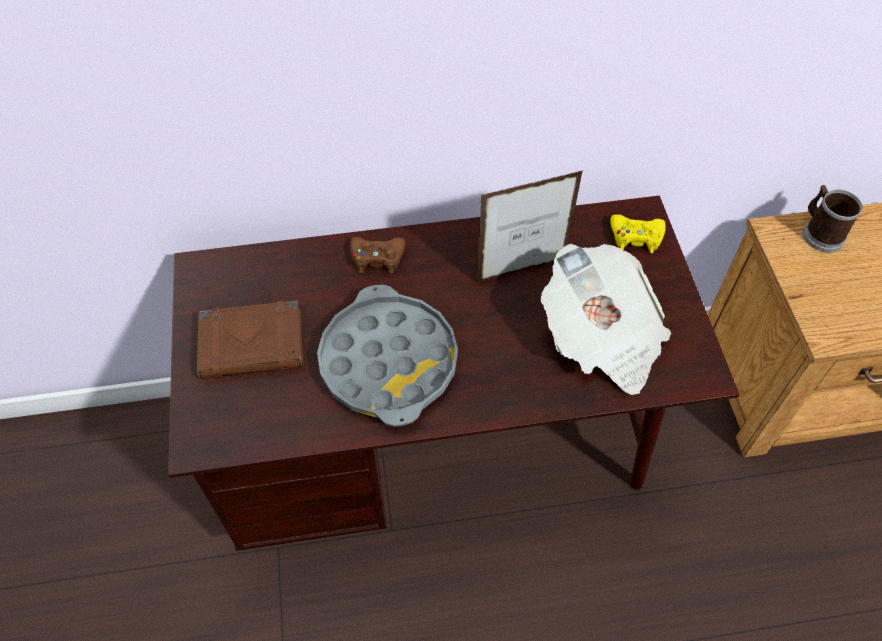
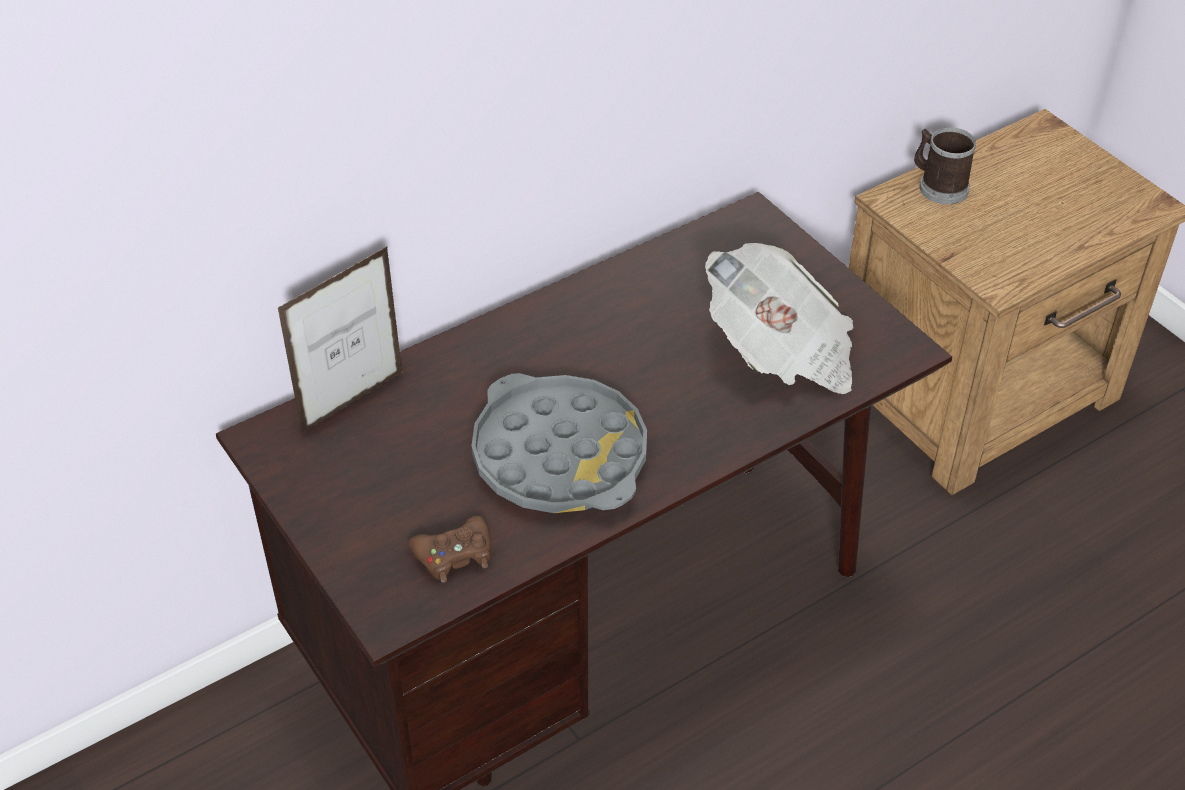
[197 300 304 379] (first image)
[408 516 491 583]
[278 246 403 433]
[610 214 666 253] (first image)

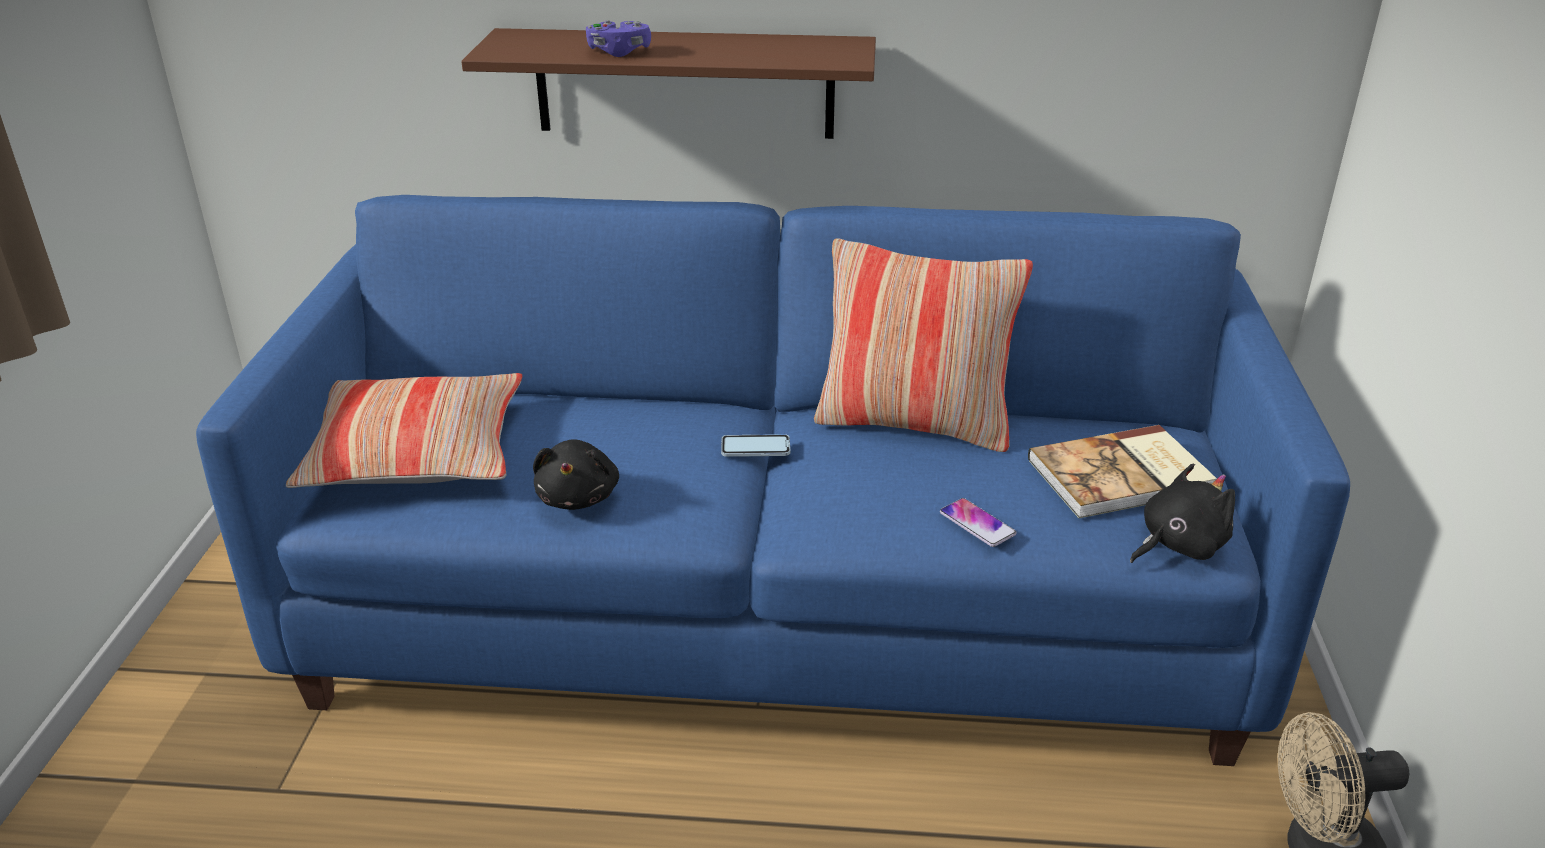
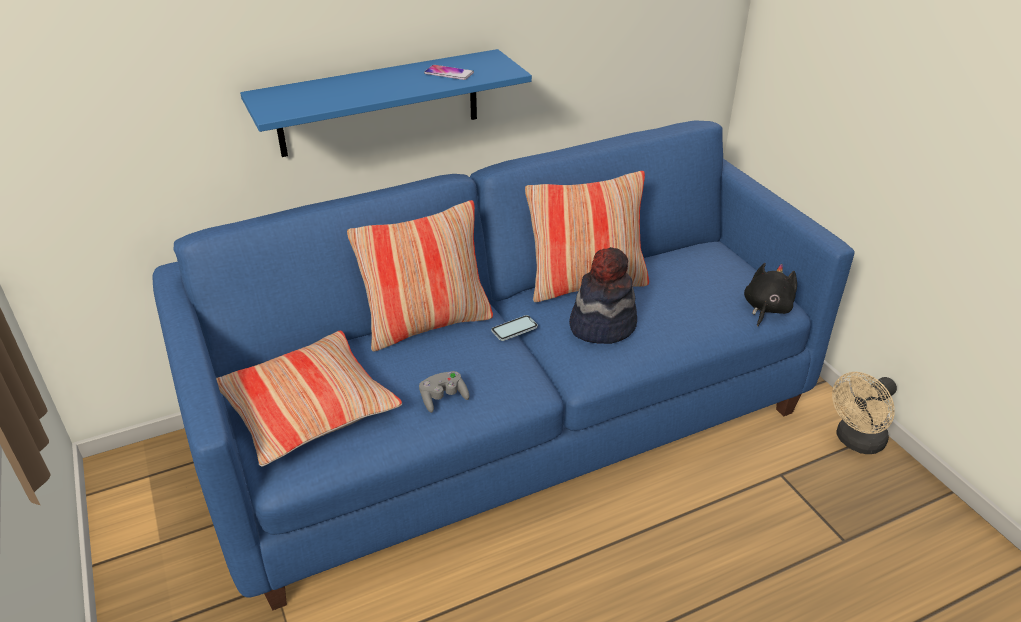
[240 49 532 157]
[419 371 470 413]
[586 20 651 57] (first image)
[424 65 474 80]
[1028 425 1217 518] (first image)
[347 200 493 352]
[569 247 637 344]

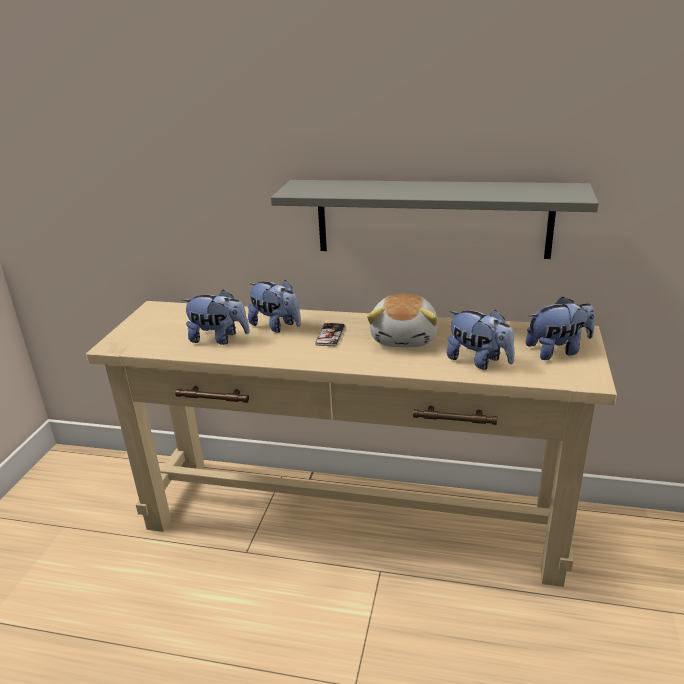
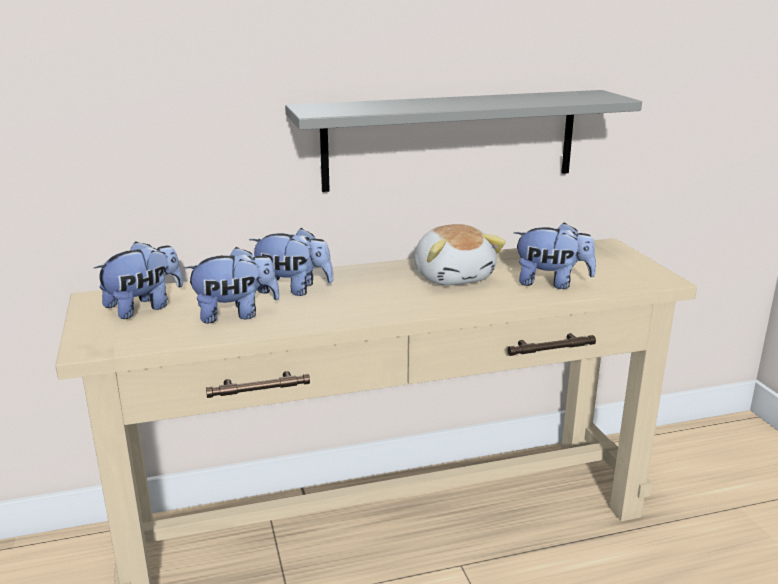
[315 323 345 346] (first image)
[94 242 183 319]

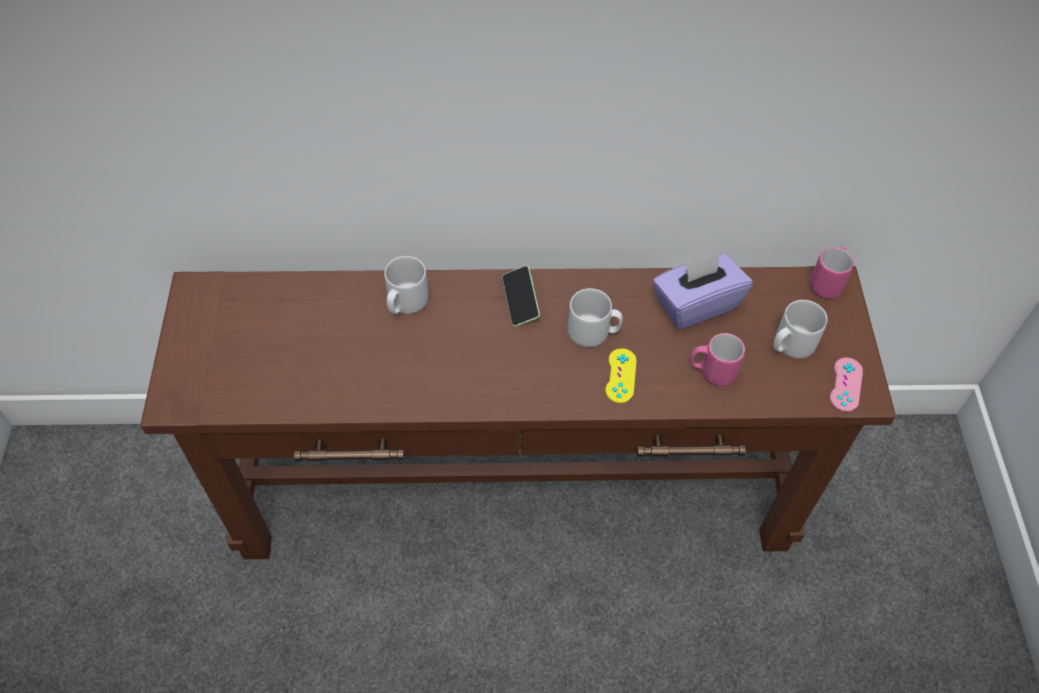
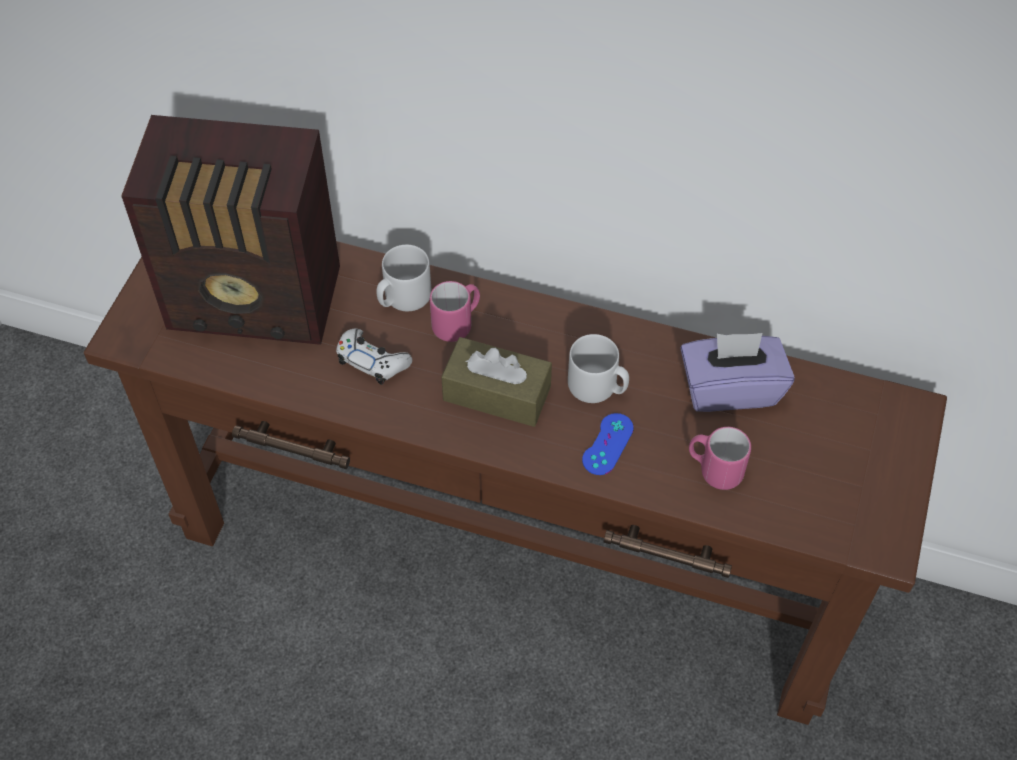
[502 266 540 327] (first image)
[582 413 634 475]
[773 300 828 359] (first image)
[430 281 480 342]
[830 358 863 412] (first image)
[121 115 340 345]
[336 328 412 385]
[441 337 552 427]

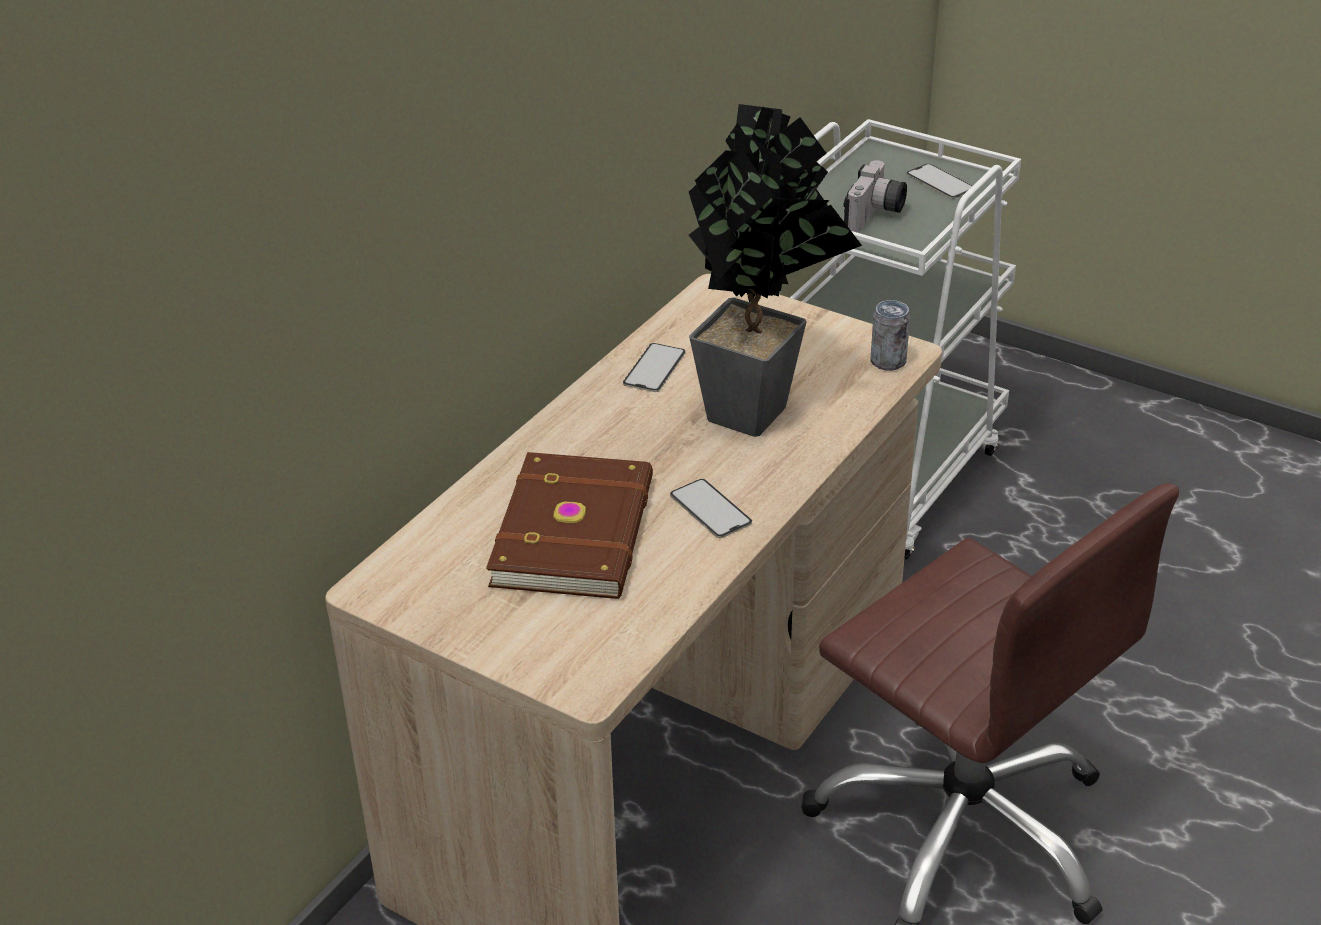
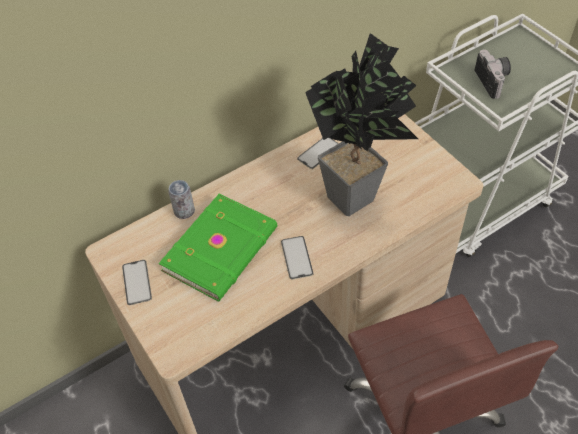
[159 194 277 302]
[474 50 511 99]
[168 180 195 219]
[122 260 152 305]

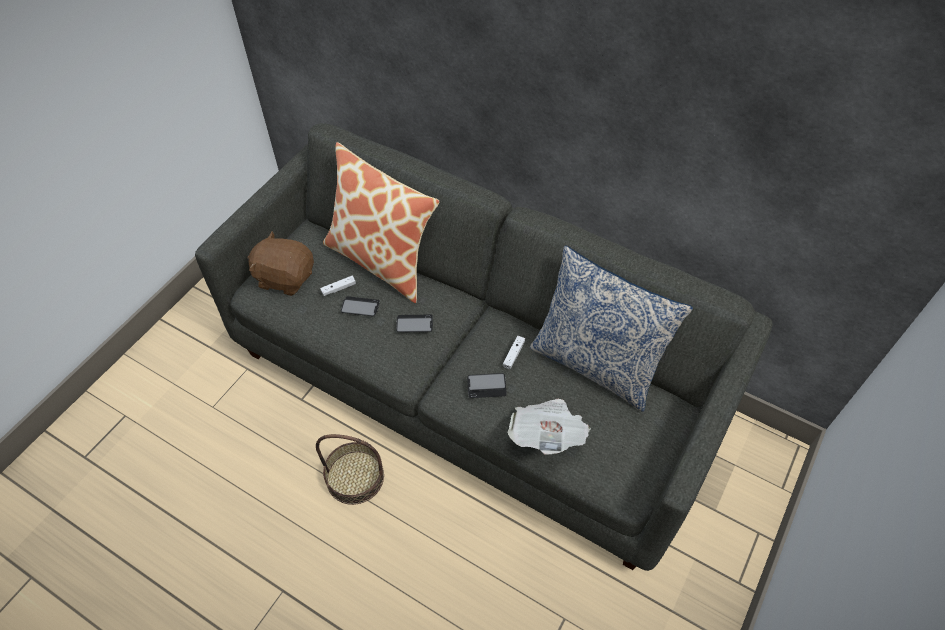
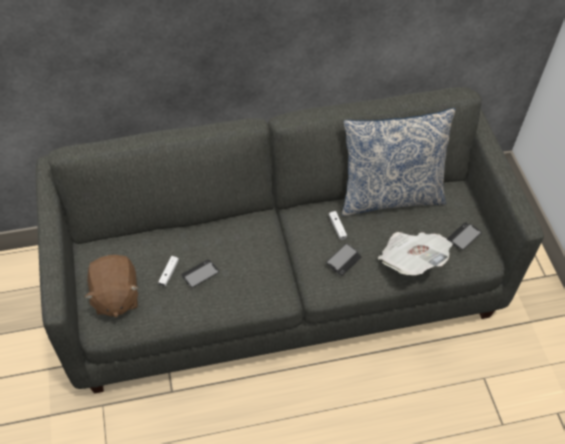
[85 255 139 318]
[316 434 384 505] (first image)
[323 142 439 303] (first image)
[447 222 482 250]

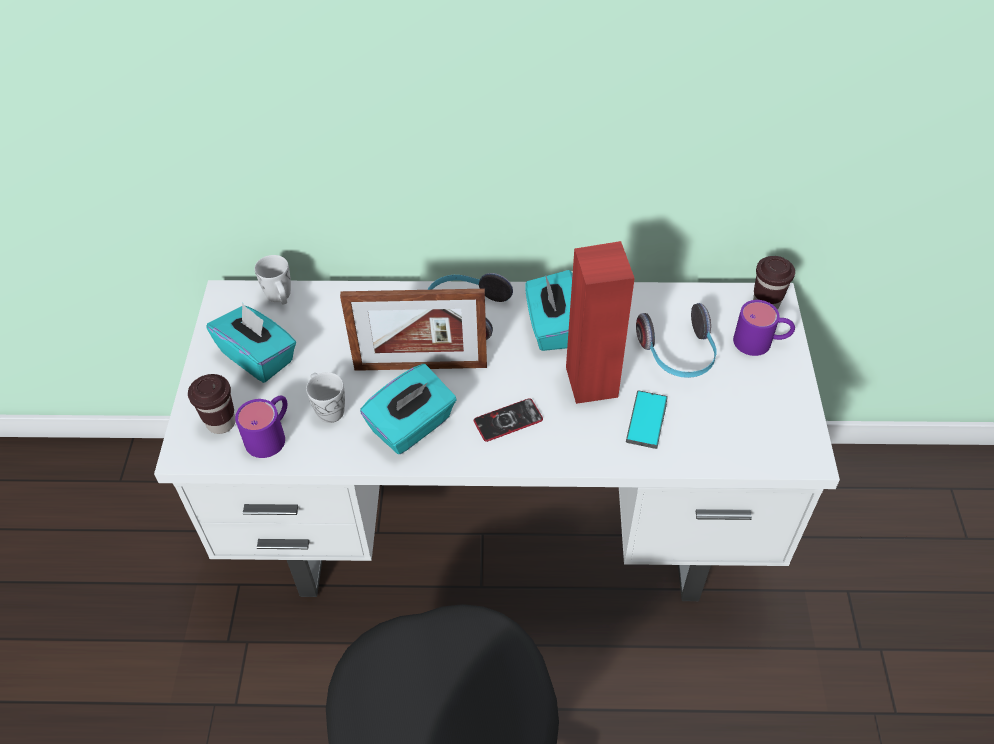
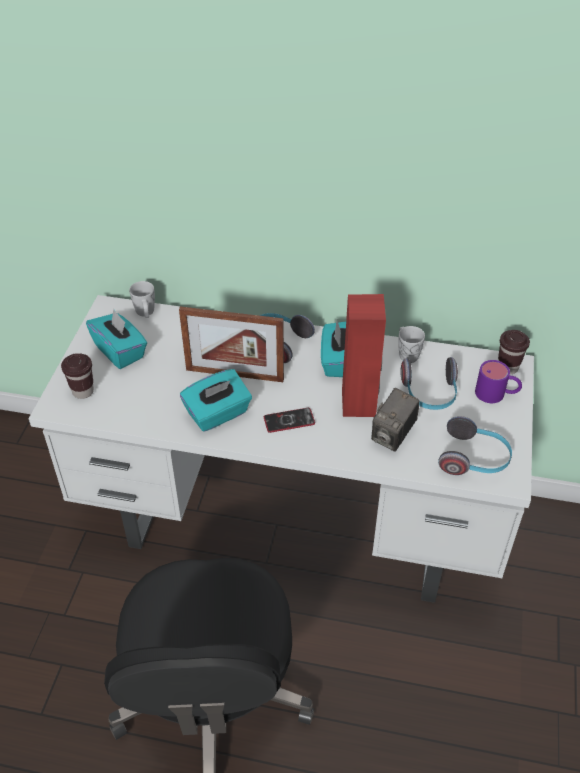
[235 395 288 458] (first image)
[398 326 425 363]
[371 388 420 452]
[438 416 512 475]

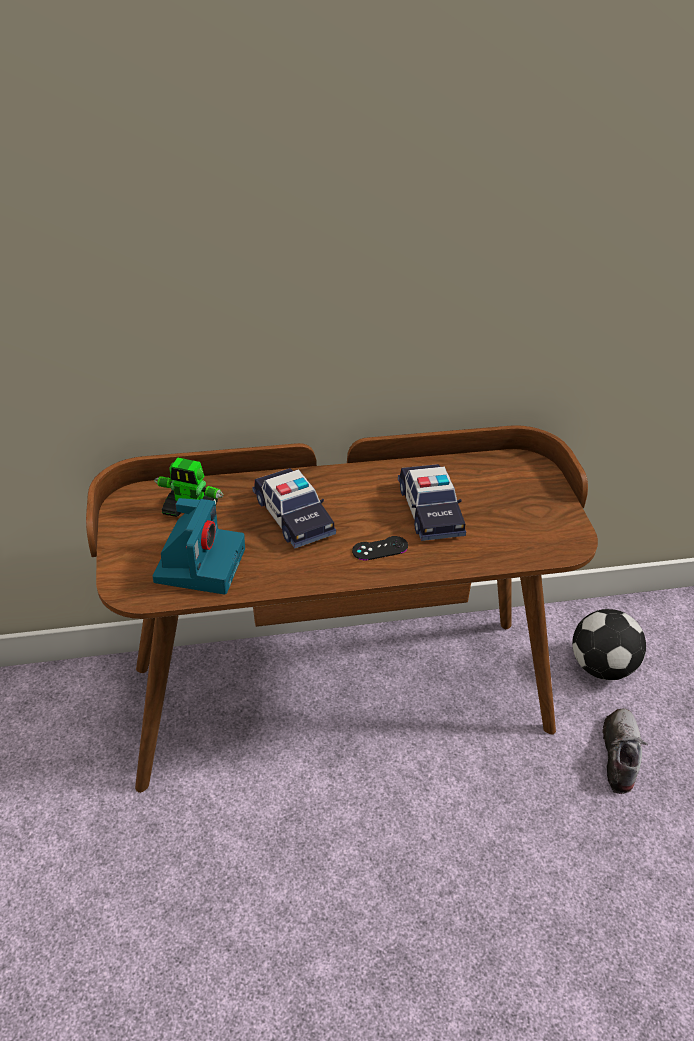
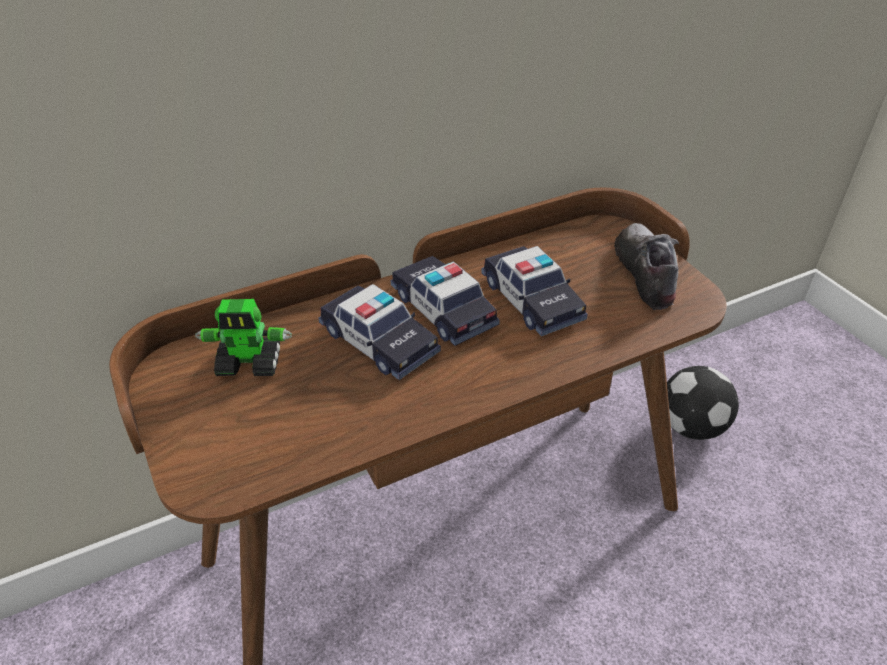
[152 498 245 595] (first image)
[352 536 408 561] (first image)
[614 223 679 310]
[390 256 500 346]

